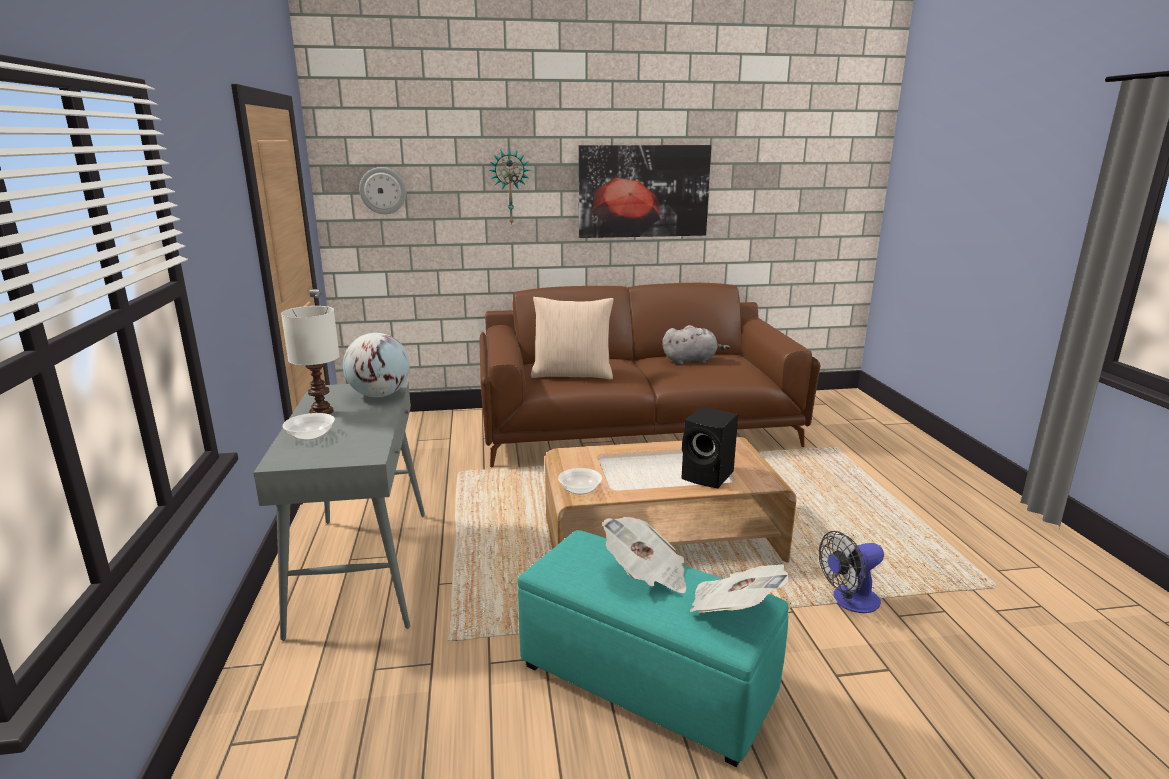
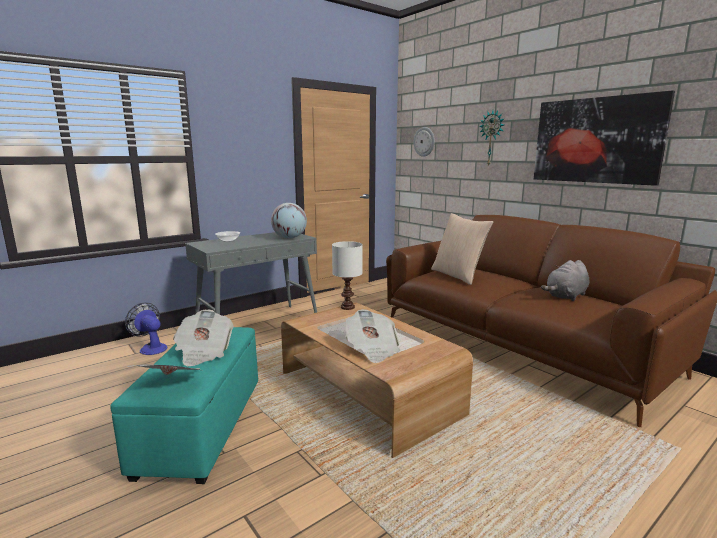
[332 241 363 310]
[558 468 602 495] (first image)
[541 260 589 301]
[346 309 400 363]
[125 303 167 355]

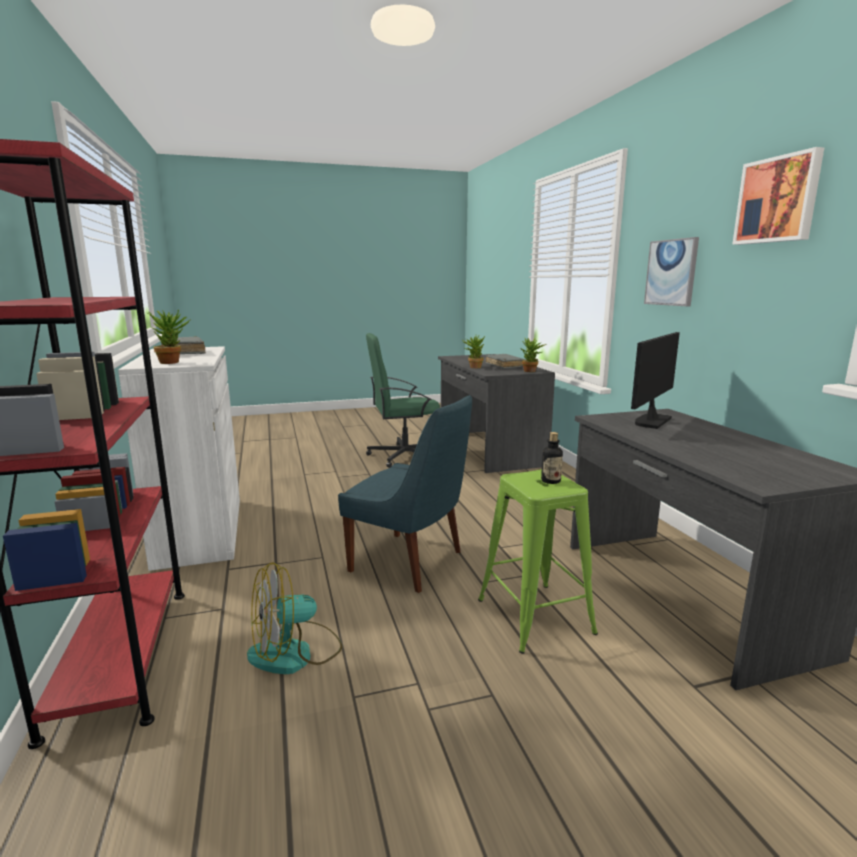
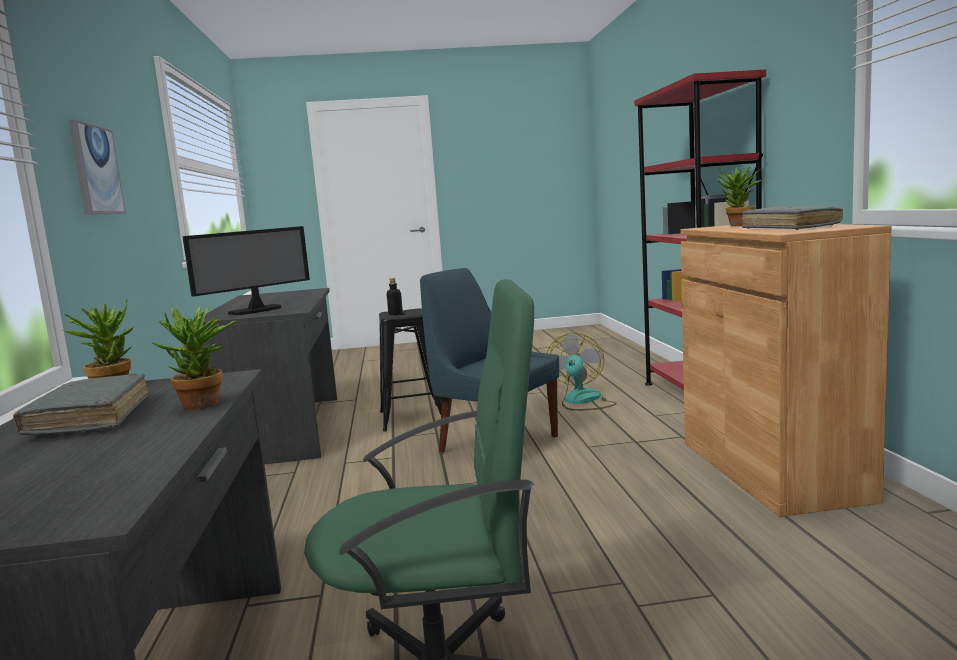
[680 224 891 517]
[547 333 617 411]
[379 308 442 432]
[732 147 824 245] (first image)

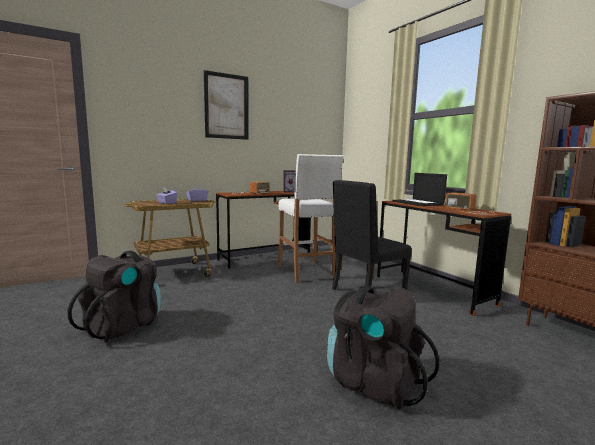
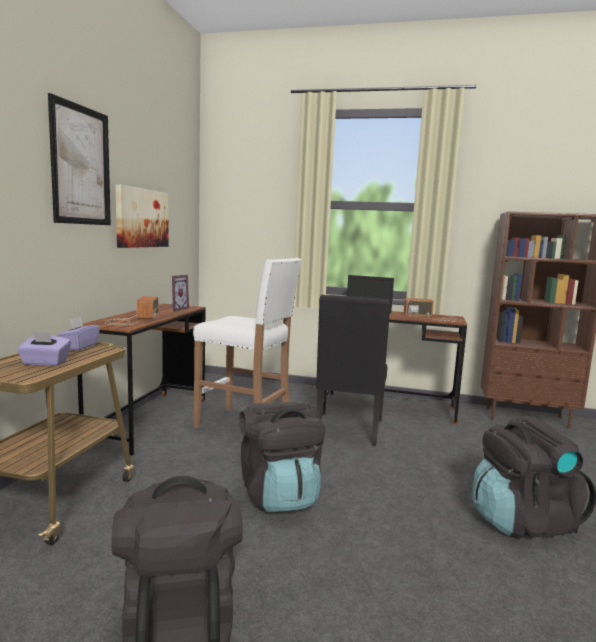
[115 184 169 248]
[239 402 325 512]

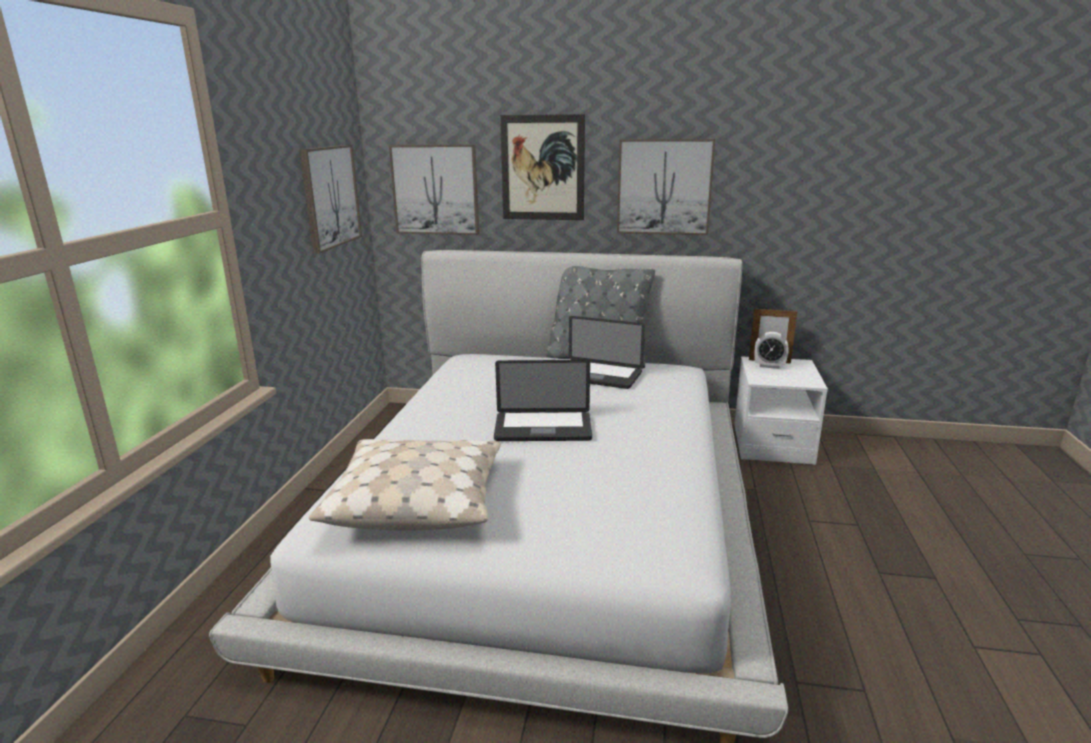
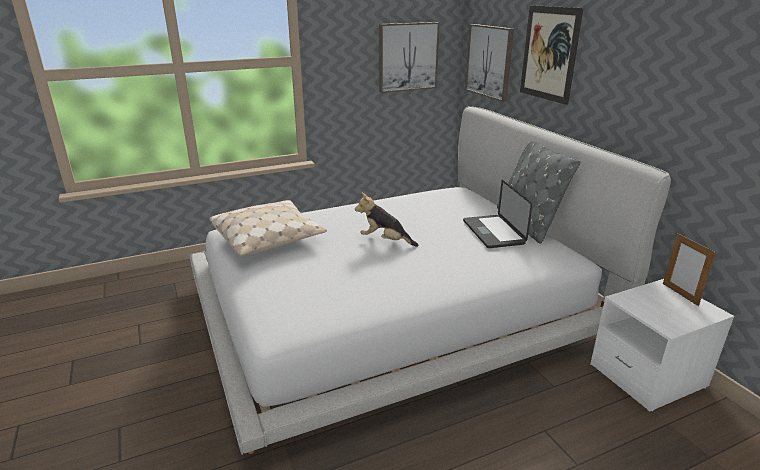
[355 193 418 247]
[617 139 715 235] (first image)
[754 332 789 369] (first image)

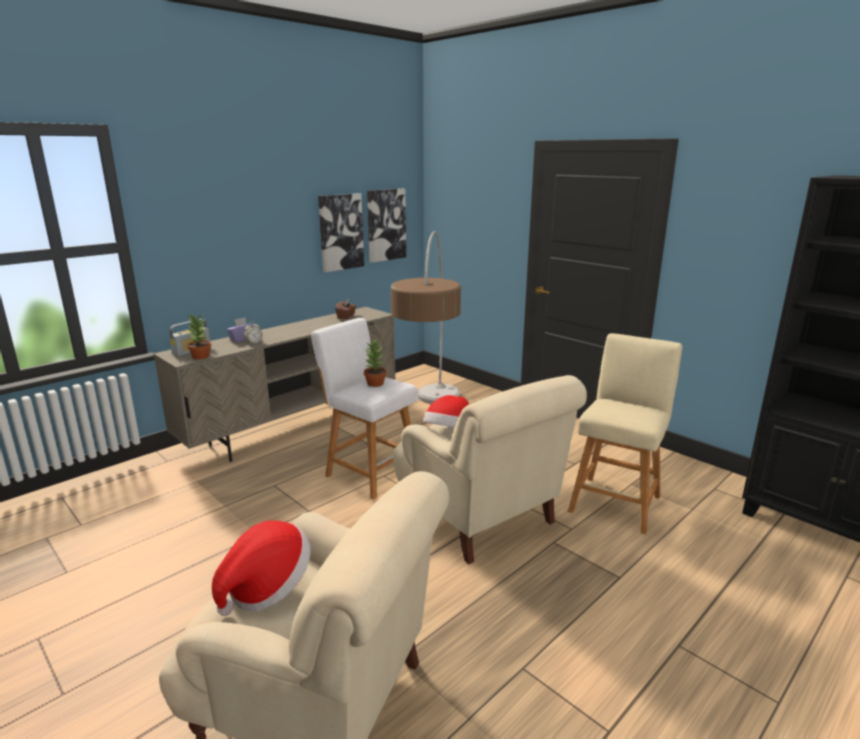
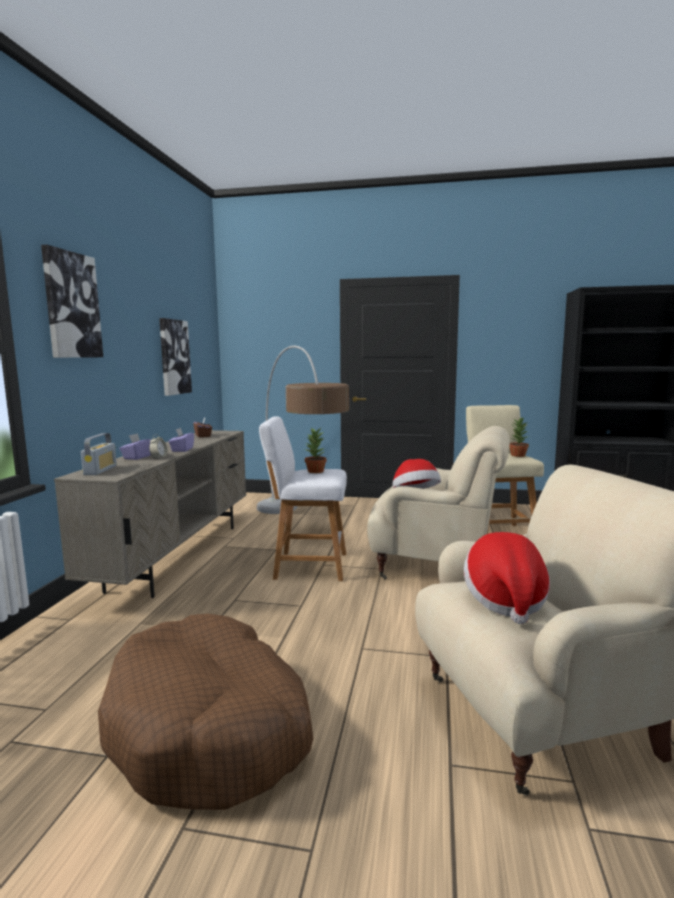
[509 417 529 457]
[41 245 103 358]
[98 614 313 810]
[169 428 194 452]

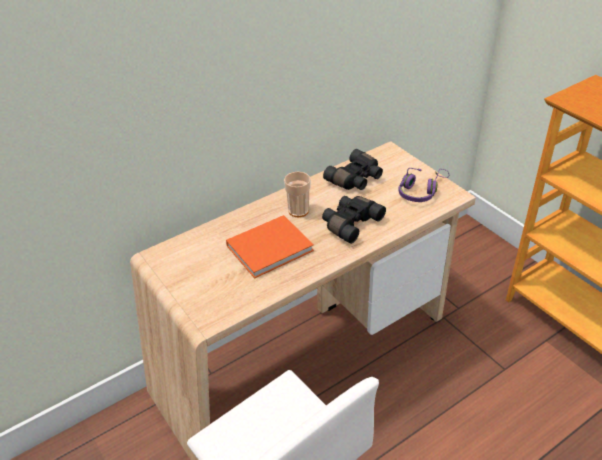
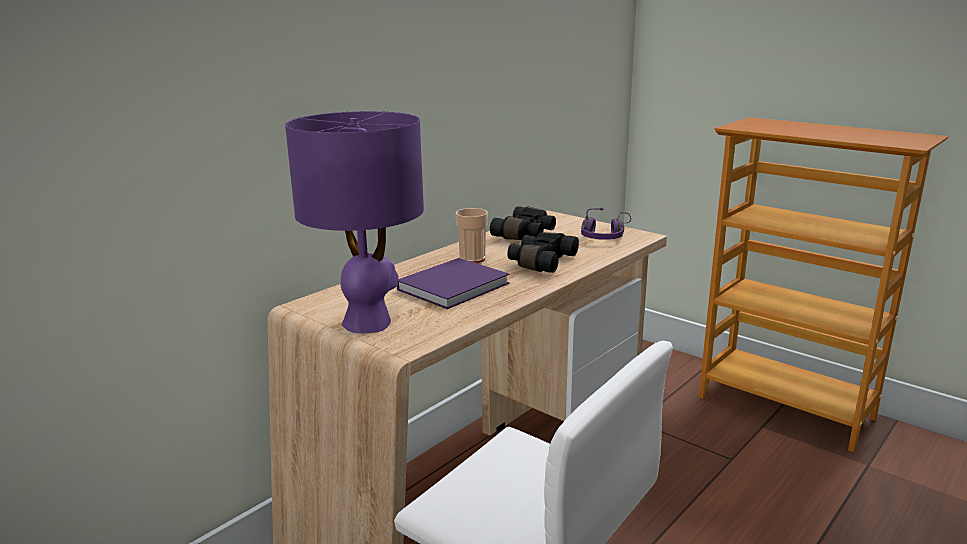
[397 258 509 309]
[285 111 424 333]

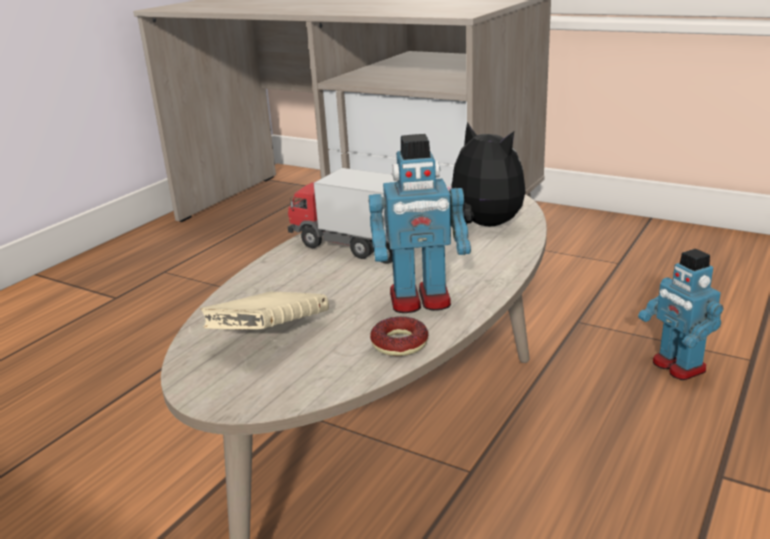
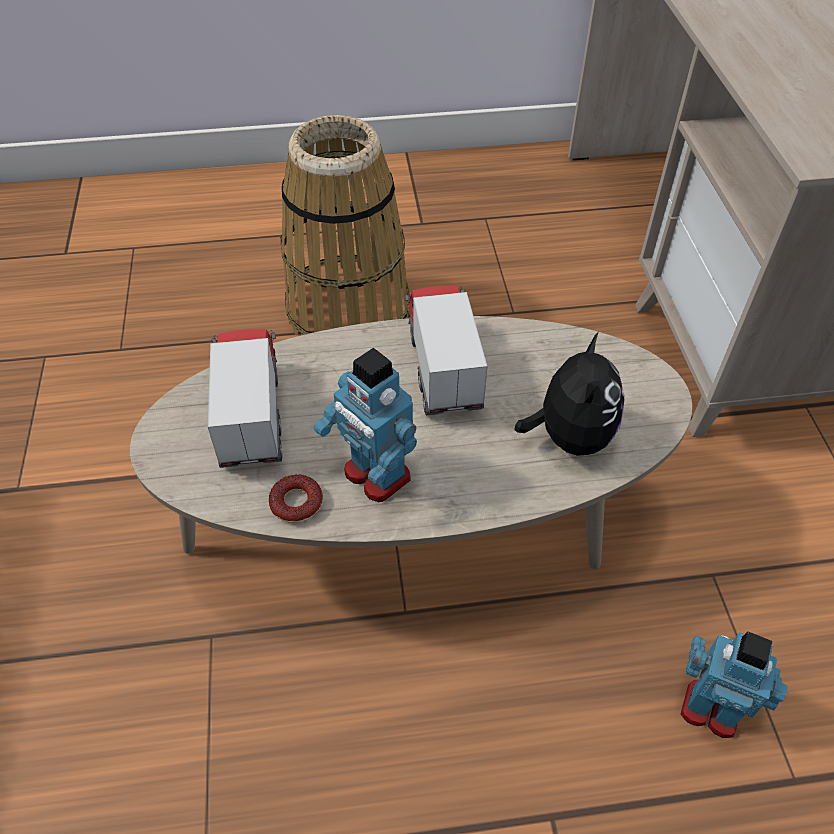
[208 329 282 468]
[680 632 788 738]
[281 115 410 336]

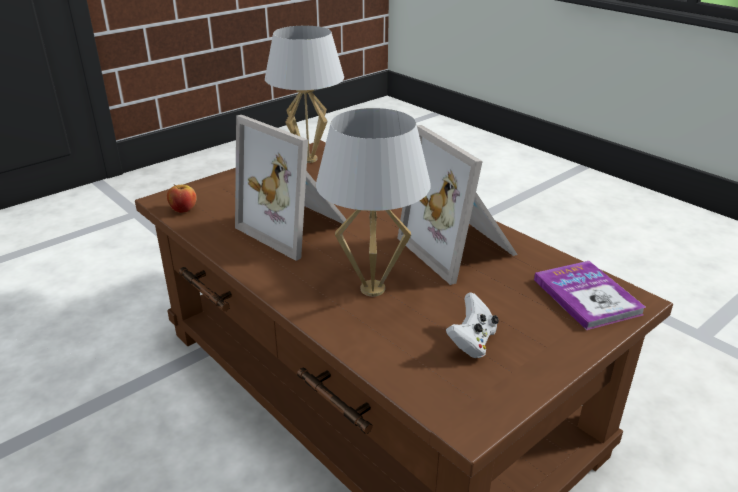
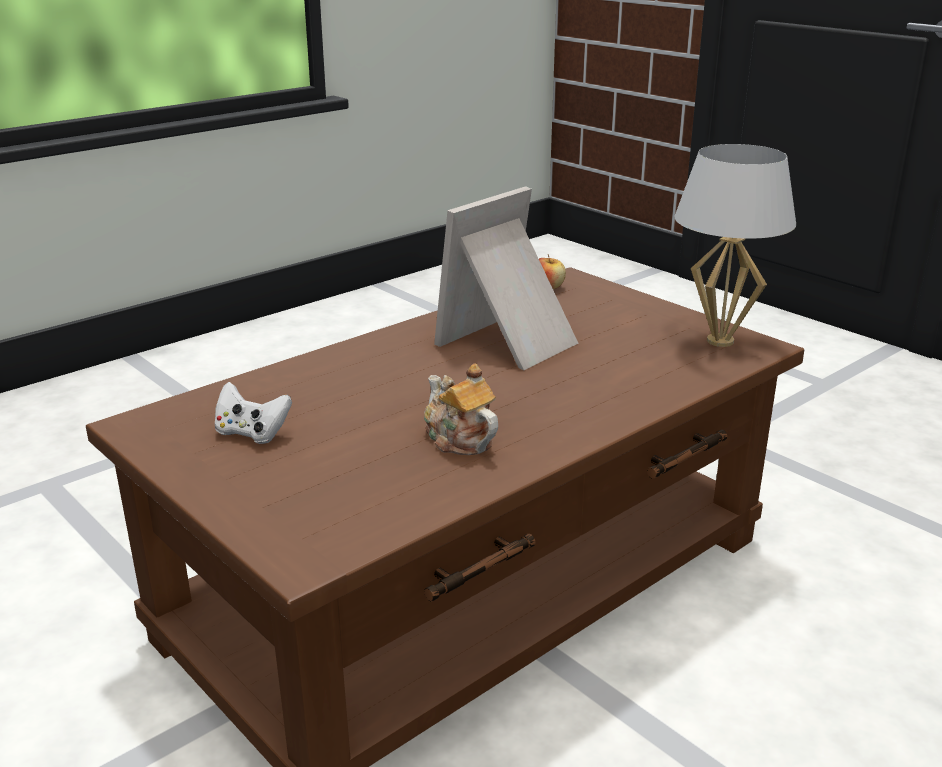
[316 108 431 296] (first image)
[424 363 498 455]
[534 261 646 330] (first image)

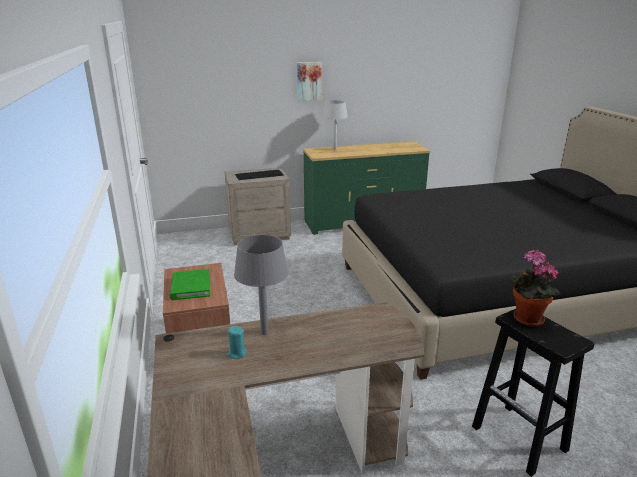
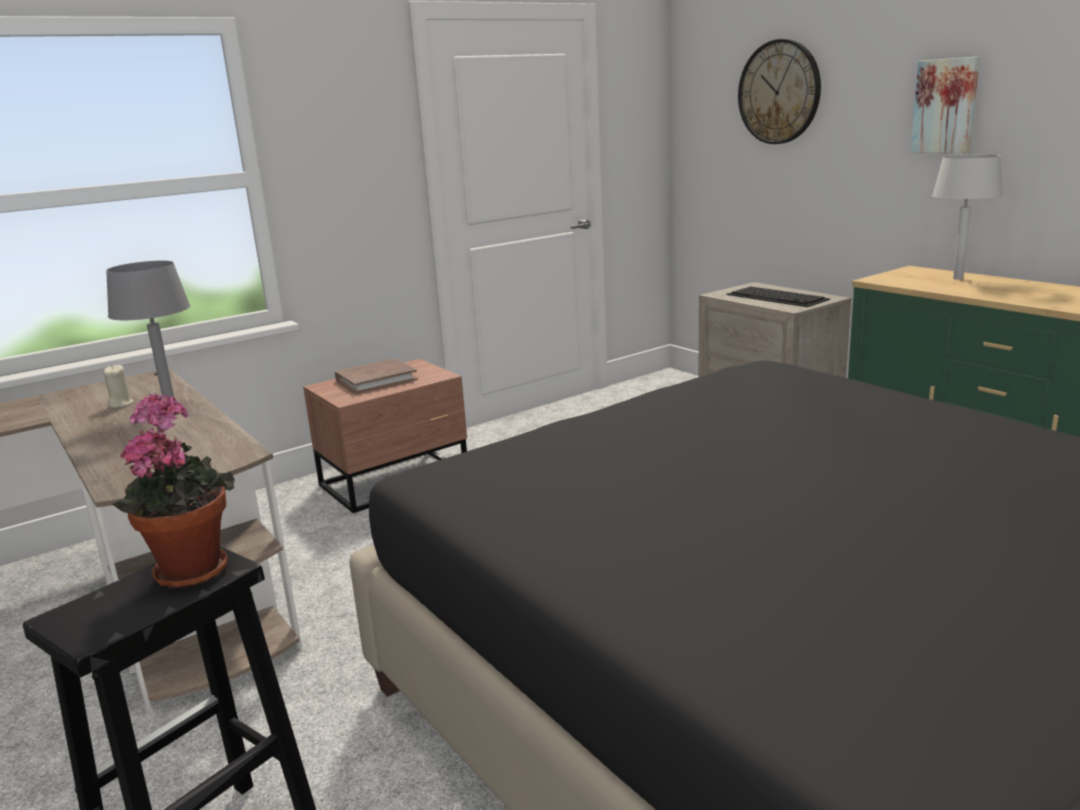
[335 359 418 394]
[103 365 134 408]
[738 39 821 144]

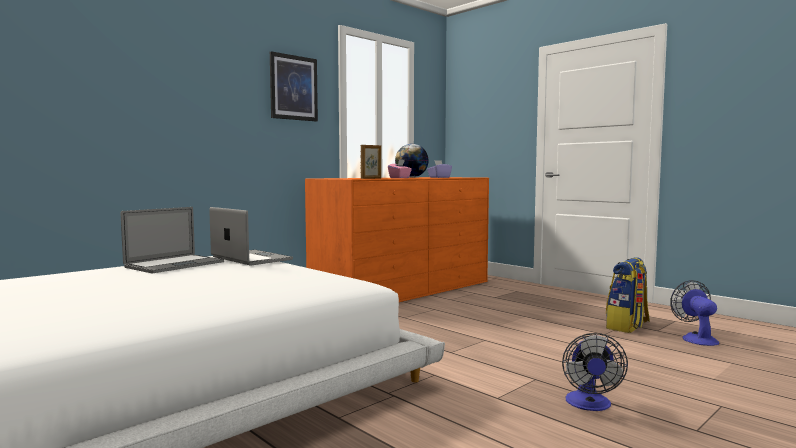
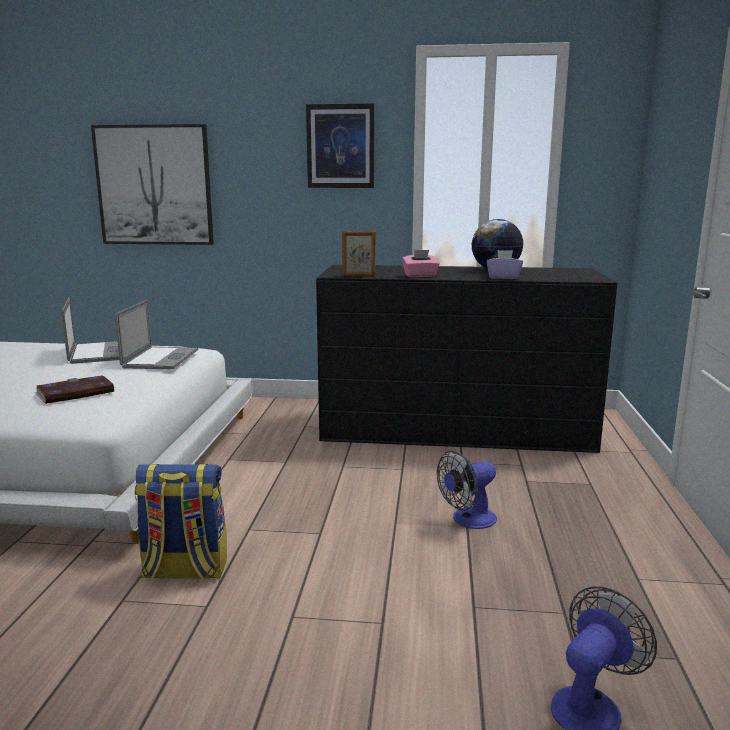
[61 297 119 364]
[316 265 617 453]
[437 451 497 529]
[134 464 227 580]
[35 375 115 404]
[91 124 214 245]

